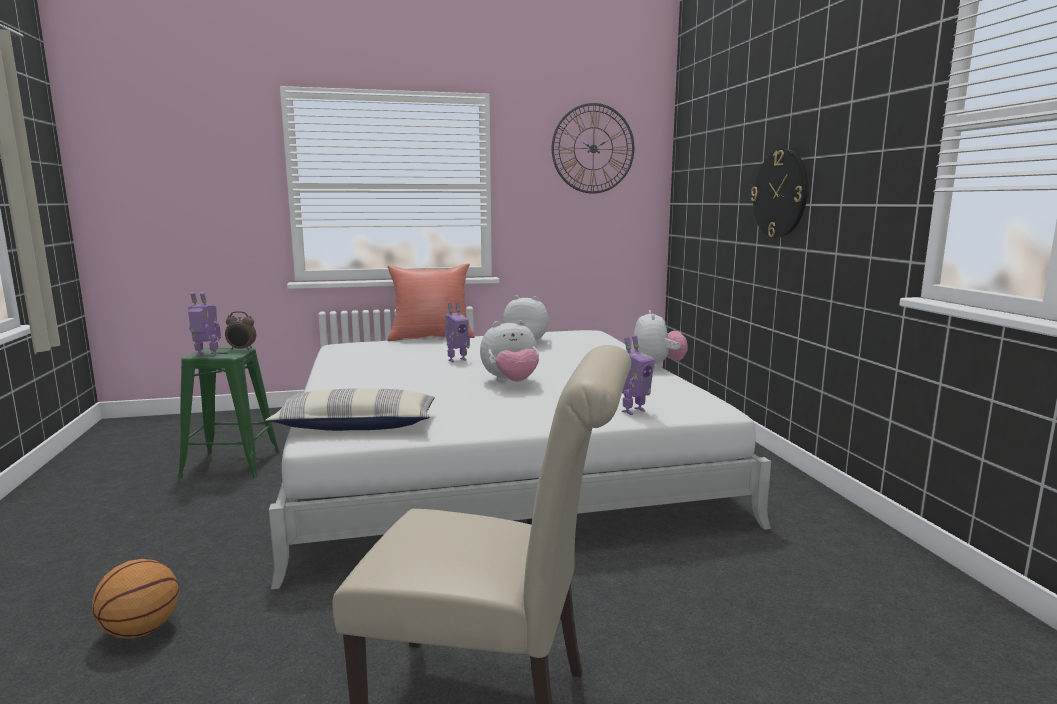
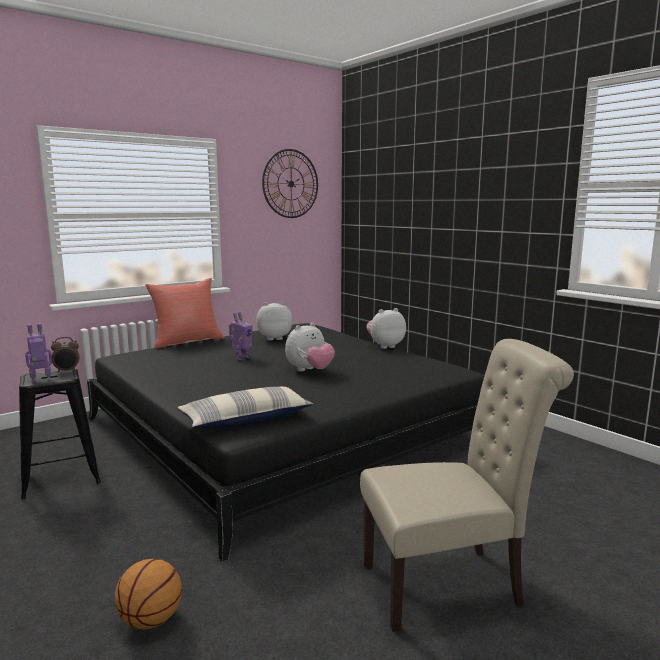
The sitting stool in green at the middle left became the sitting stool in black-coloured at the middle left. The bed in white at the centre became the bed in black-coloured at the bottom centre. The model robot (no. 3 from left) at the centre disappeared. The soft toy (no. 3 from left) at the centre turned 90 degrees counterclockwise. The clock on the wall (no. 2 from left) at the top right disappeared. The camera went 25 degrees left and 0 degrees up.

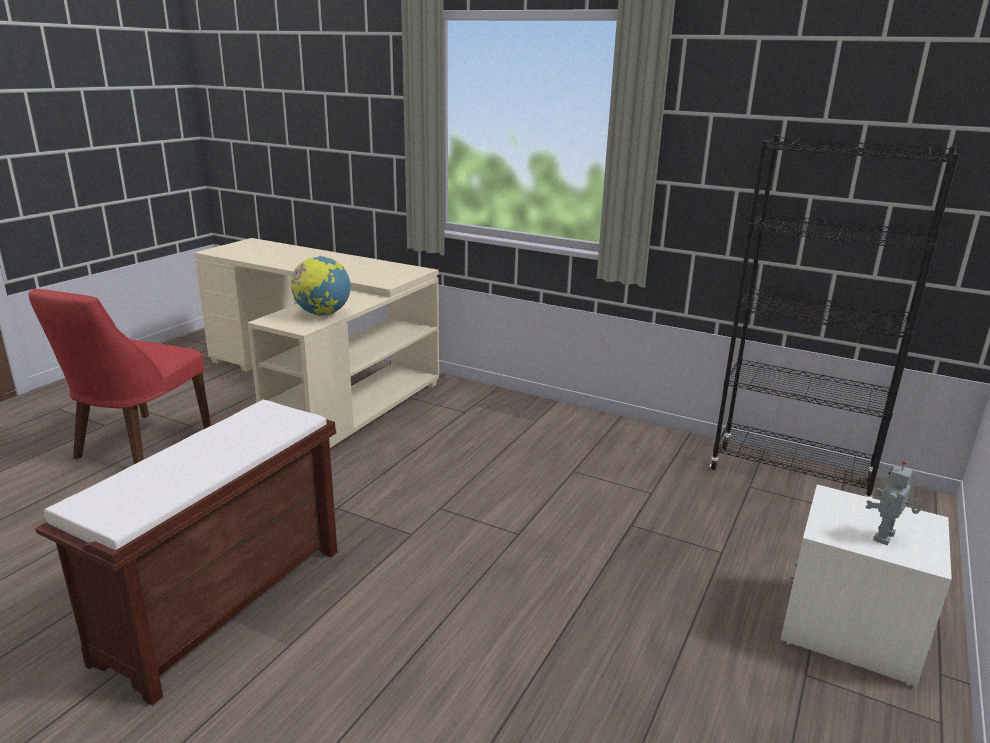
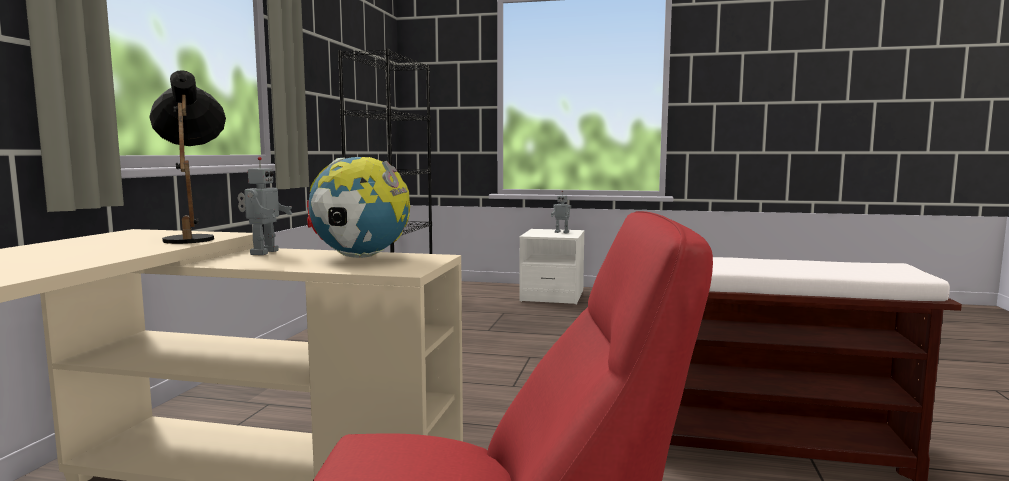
The tabletop lamp in black-coloured at the top left appeared. The model robot (no. 1 from left) at the middle left appeared. The camera went 105 degrees left and 15 degrees down.

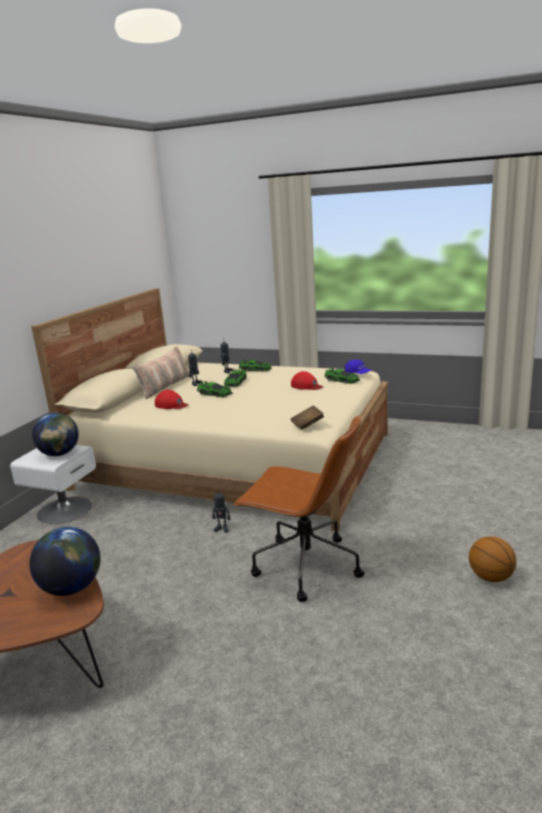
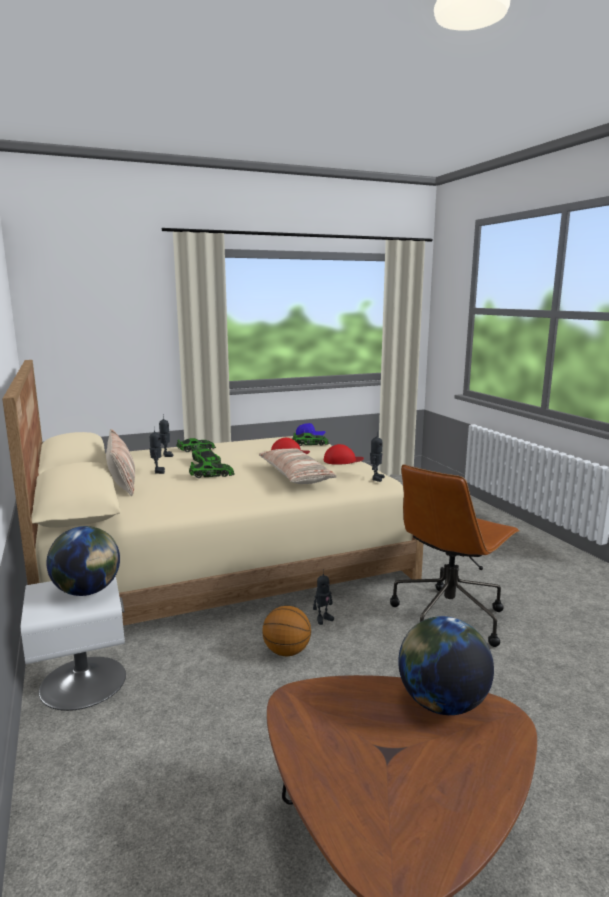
The peaked cap in reddish (no. 1 from left in the first image) moved from the middle left to the centre. The desk chair in brown-coloured at the centre turned 150 degrees clockwise. The bound book in brown-coloured at the centre was replaced by the model robot (no. 4 from left) at the centre. The basketball ball moved from the bottom right to the bottom centre. The cushion (no. 2 from left) at the centre appeared. The camera went 45 degrees left and 5 degrees down.

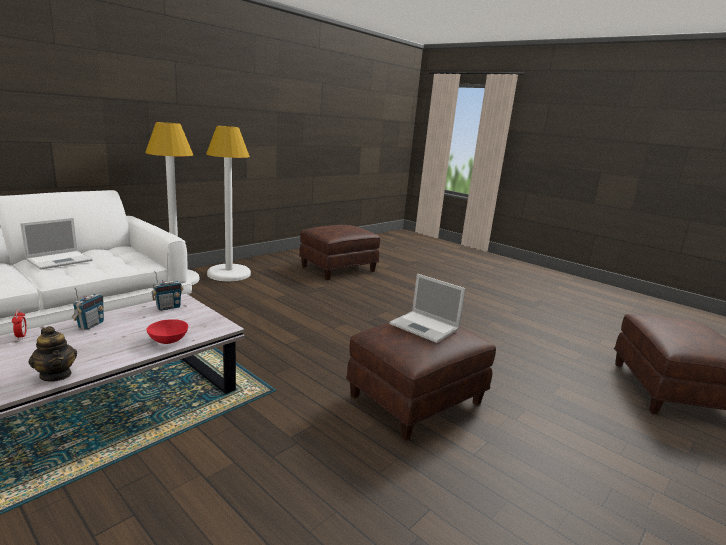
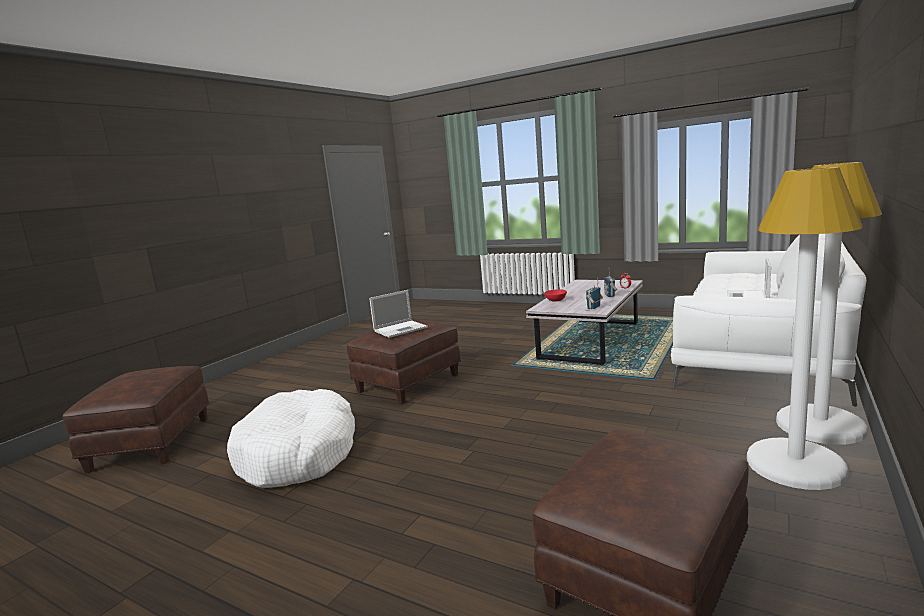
The pot for tea at the middle left disappeared. The notebook computer (no. 2 from left in the first image) at the centre turned 120 degrees clockwise. The dog bed in white at the bottom left appeared. The camera went 170 degrees right and 5 degrees down.

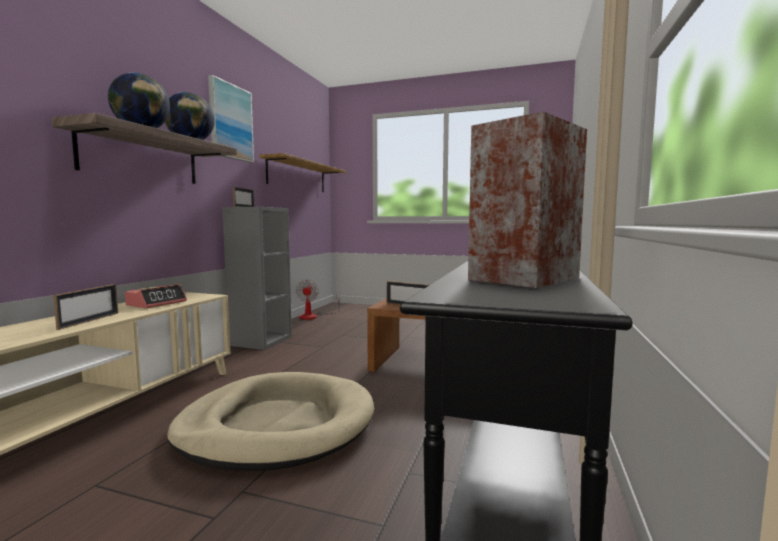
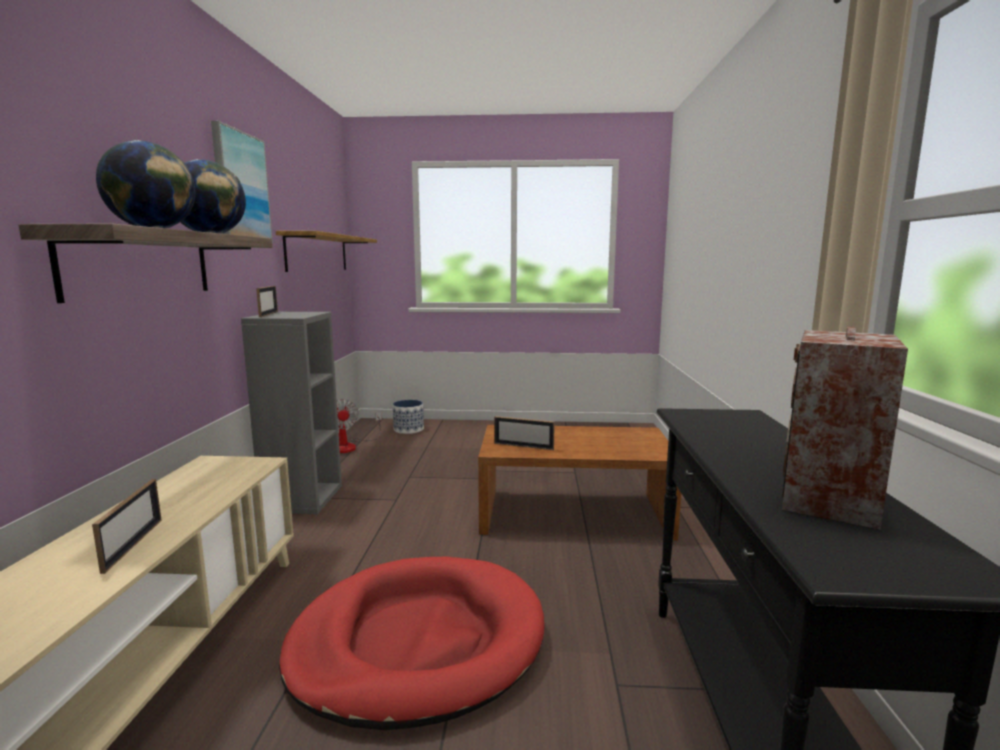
The bedside clock at the middle left disappeared. The dog bed in beige-coloured at the bottom centre became the dog bed in reddish at the bottom centre. The planter at the centre appeared. The camera went 15 degrees left and 5 degrees up.

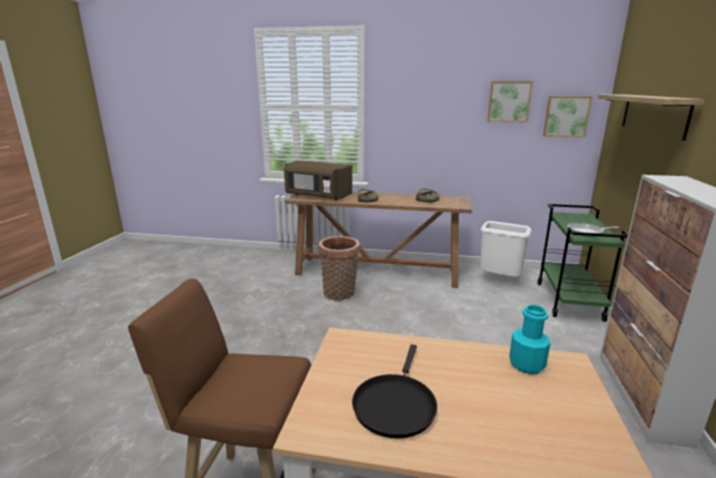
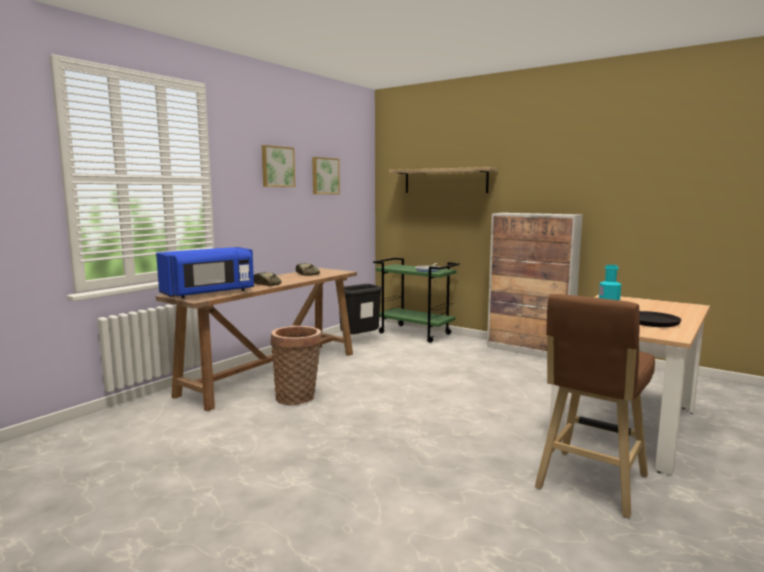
The microwave in brown-coloured at the centre became the microwave in bluish at the middle left. The waste bin in white at the middle right became the waste bin in black-coloured at the centre. The wall picture (no. 2 from left in the first image) moved from the top right to the top centre. The camera went 65 degrees left and 10 degrees down.

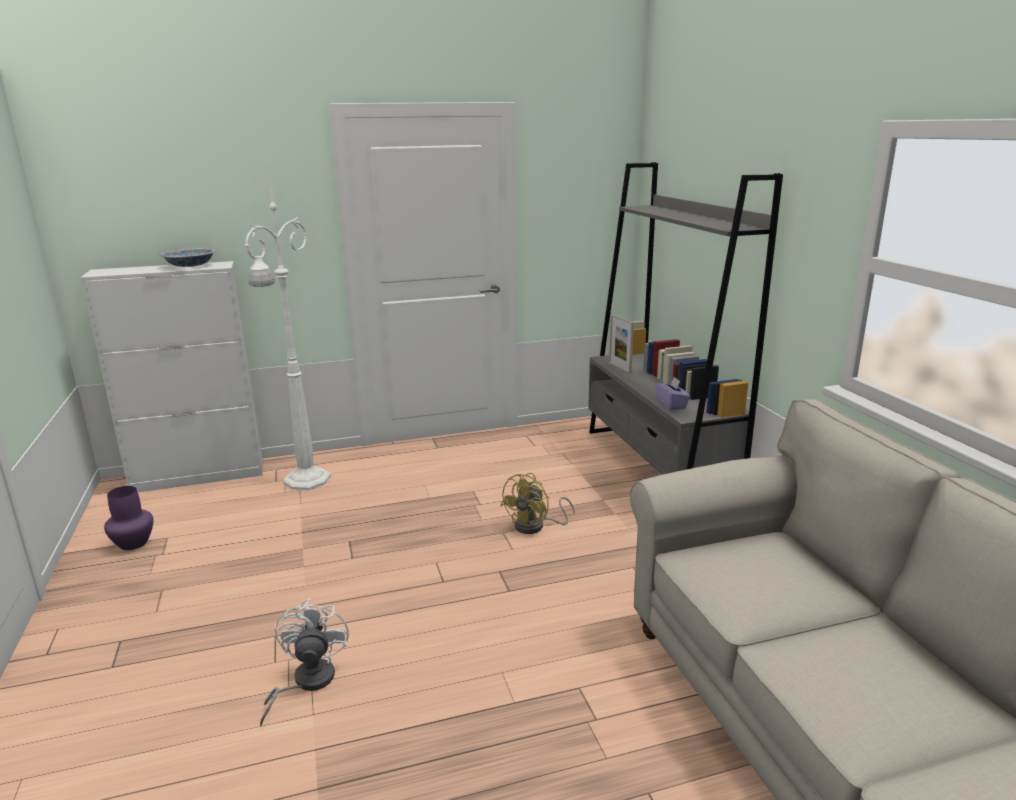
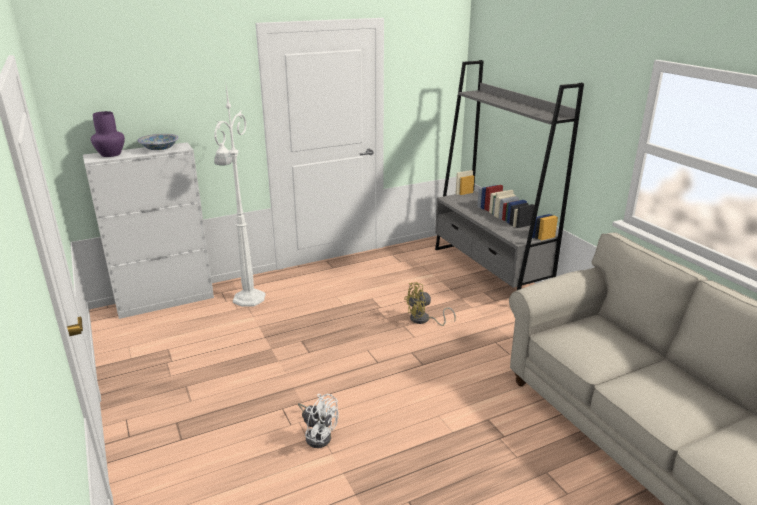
The decorative vase in purplish moved from the middle left to the top left. The electric fan in white at the bottom left turned 135 degrees clockwise. The electric fan in yellow-coloured at the centre turned 45 degrees clockwise. The picture frame at the centre disappeared. The box of tissues in purplish at the centre disappeared. The camera went 10 degrees left and 5 degrees up.

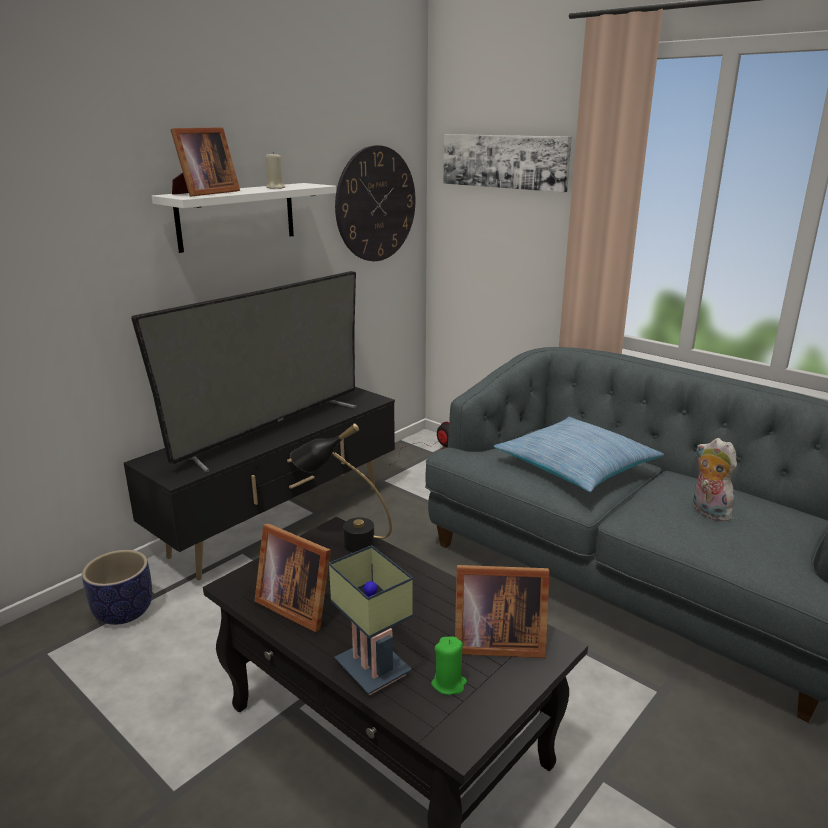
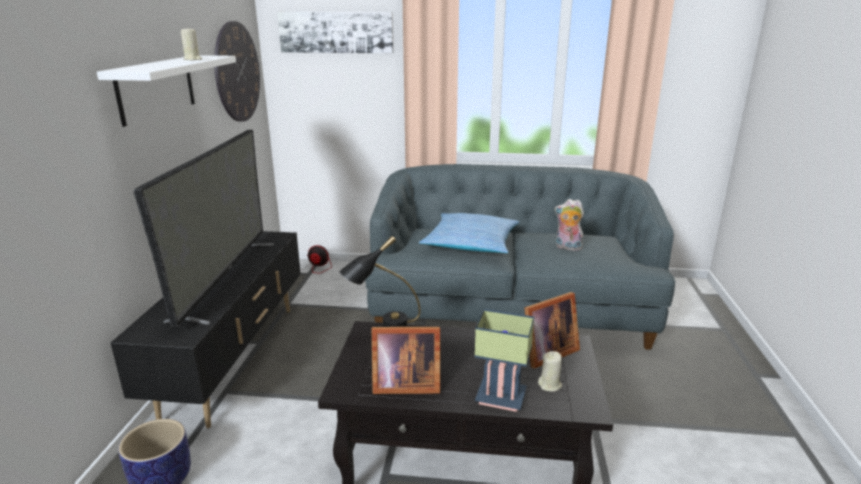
The picture frame (no. 1 from left) at the top left disappeared. The wax candle in green at the bottom centre became the wax candle in beige-coloured (no. 2 from left) at the bottom centre. The camera went 35 degrees left and 0 degrees up.

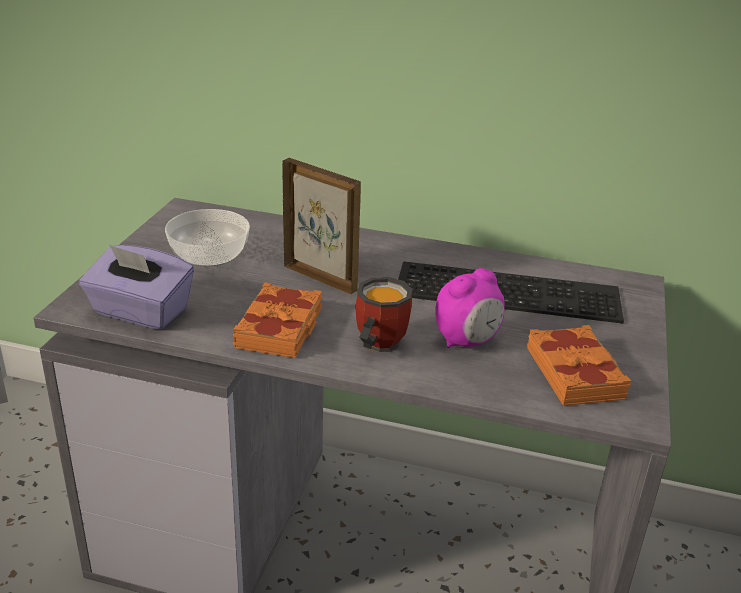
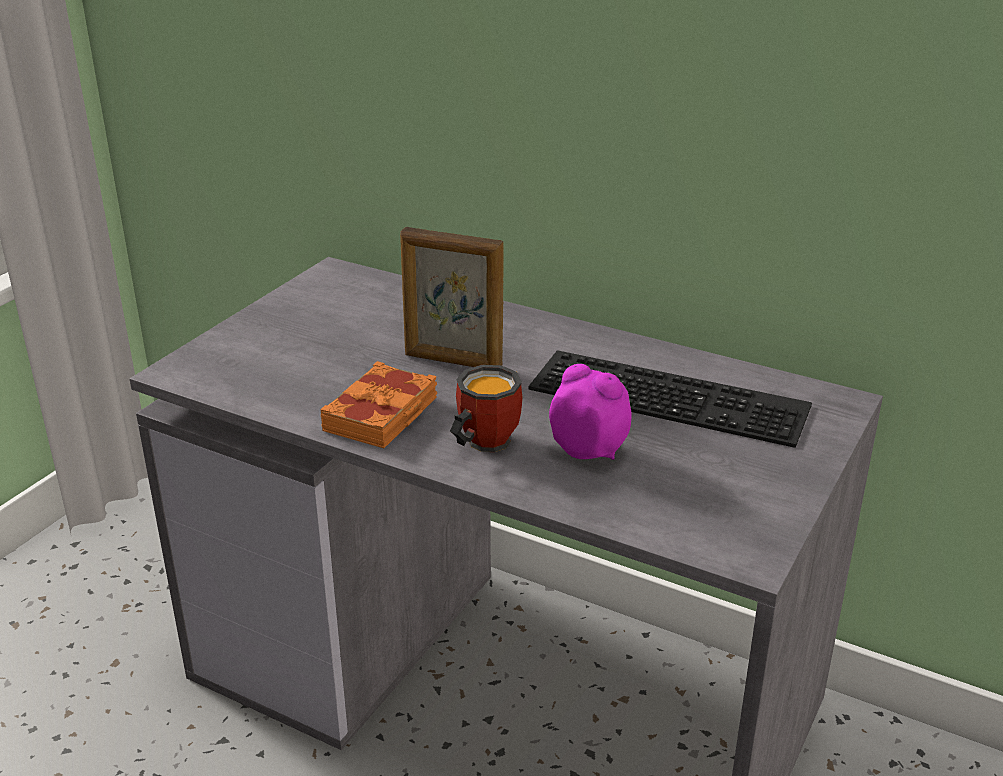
The box of tissues in purplish at the middle left disappeared. The deep dish at the middle left disappeared. The picture frame at the centre turned 150 degrees clockwise. The bedside clock at the centre turned 120 degrees counterclockwise. The bound book in orangey (no. 2 from left) at the middle right disappeared. The camera went 15 degrees right and 0 degrees up.

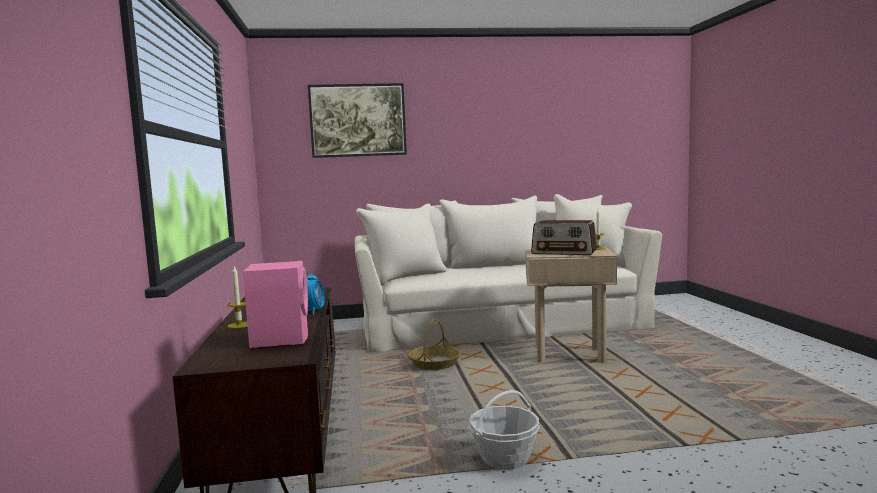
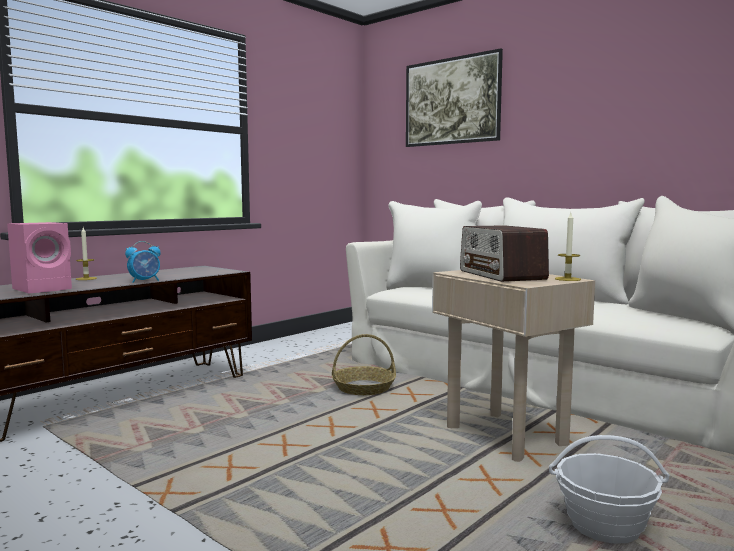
The household basket (no. 2 from left) moved from the bottom centre to the bottom right. The camera went 50 degrees right and 0 degrees up.

